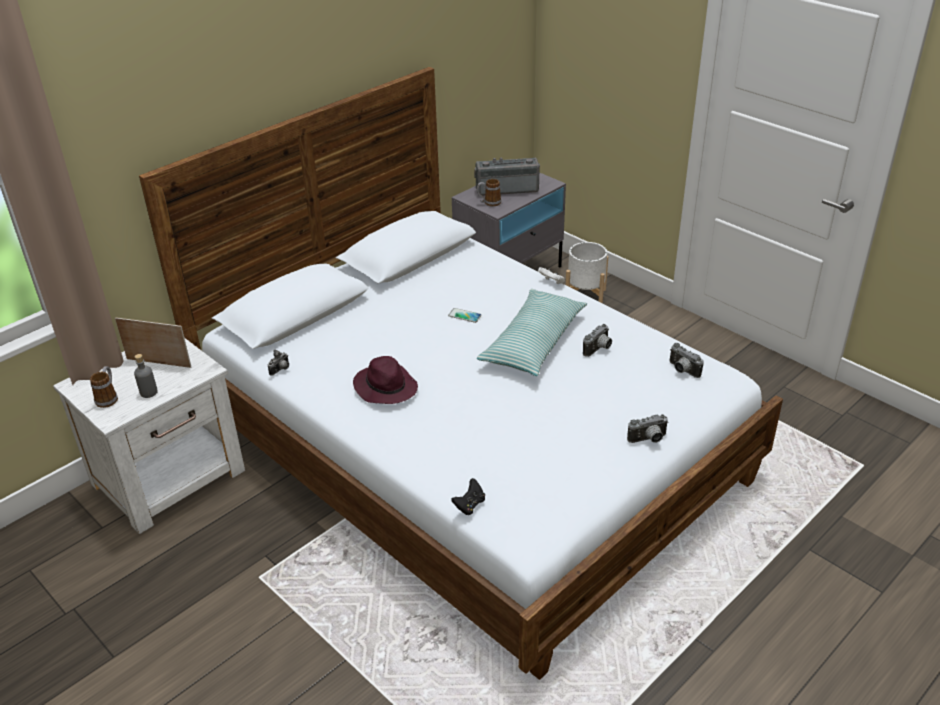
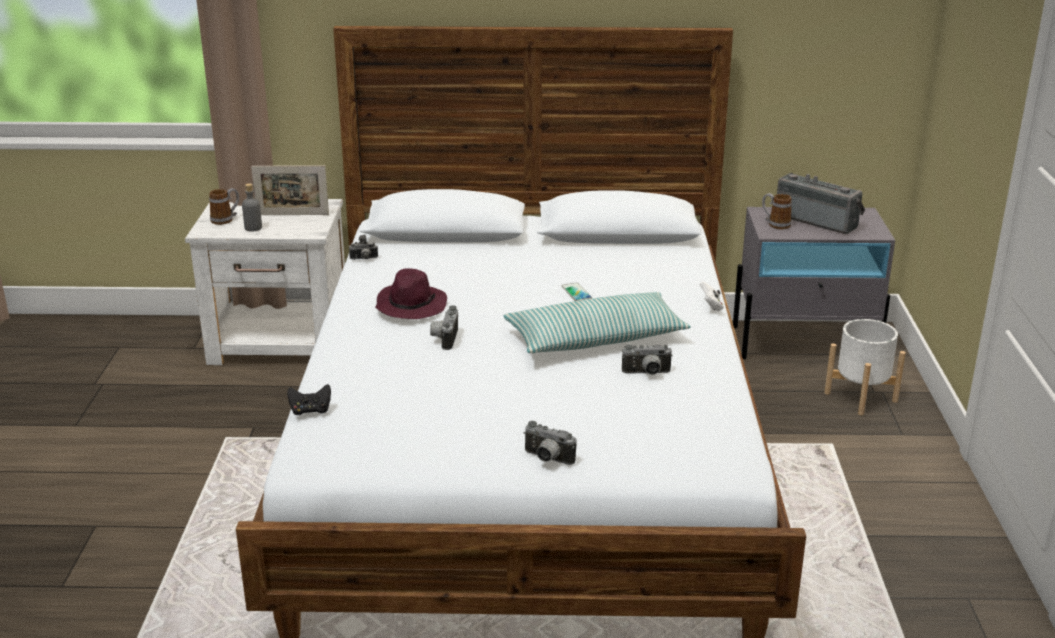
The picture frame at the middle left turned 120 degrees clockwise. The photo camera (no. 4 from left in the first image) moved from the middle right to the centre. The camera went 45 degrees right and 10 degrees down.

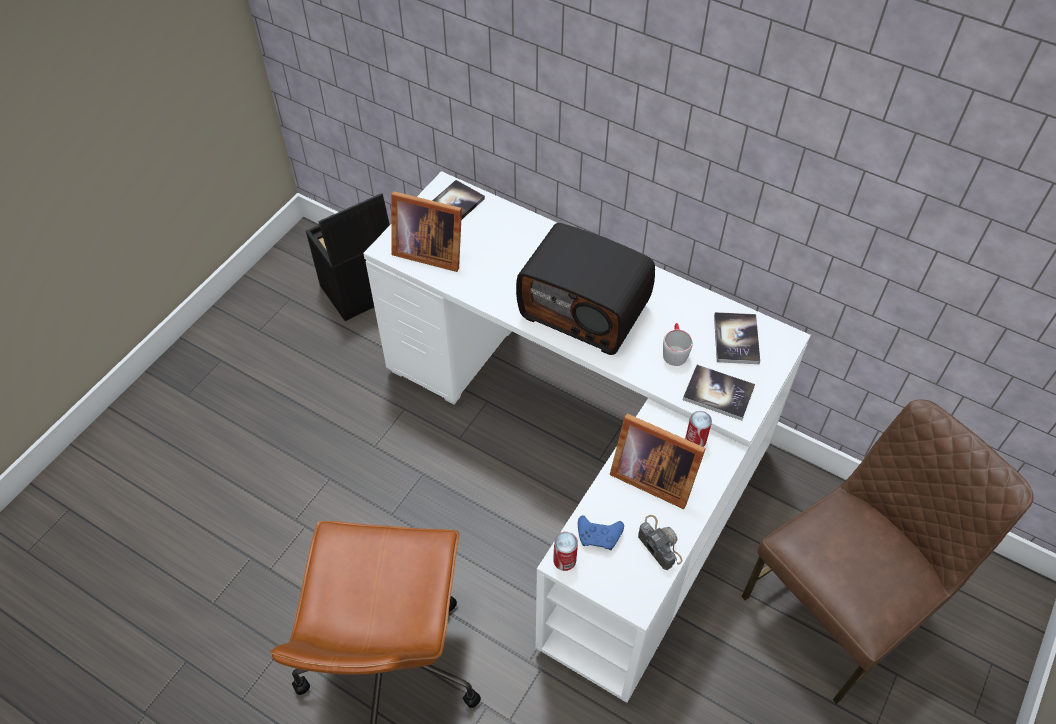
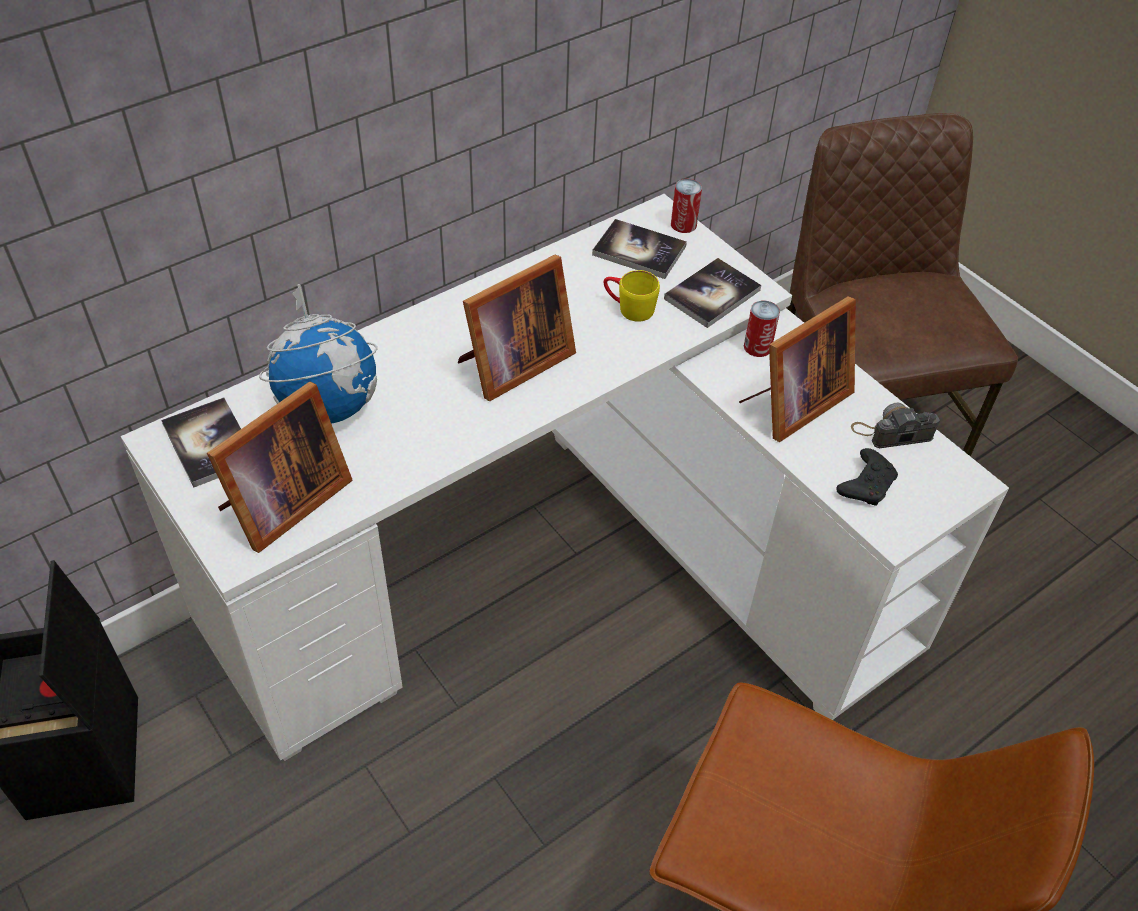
The radio at the centre was replaced by the picture frame (no. 2 from left) at the centre. The metal can (no. 1 from left) moved from the bottom centre to the top centre. The gamepad in bluish at the bottom centre became the gamepad in black-coloured at the middle right. The tea mug in gray at the centre became the tea mug in yellow-coloured at the top centre. The globe at the middle left appeared. The camera went 70 degrees left and 5 degrees down.

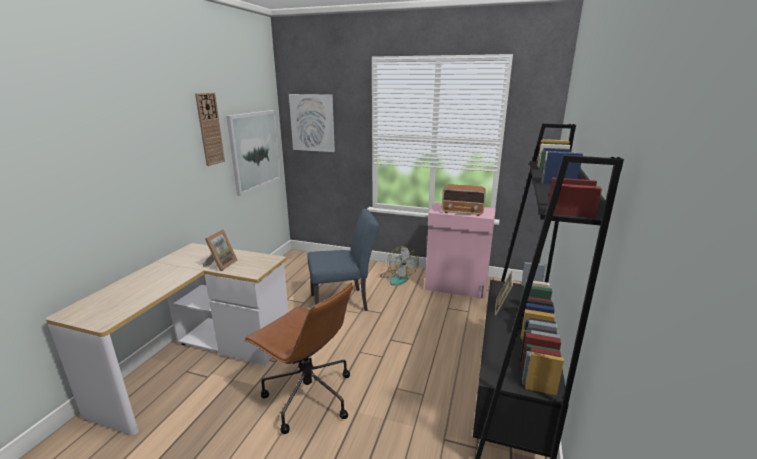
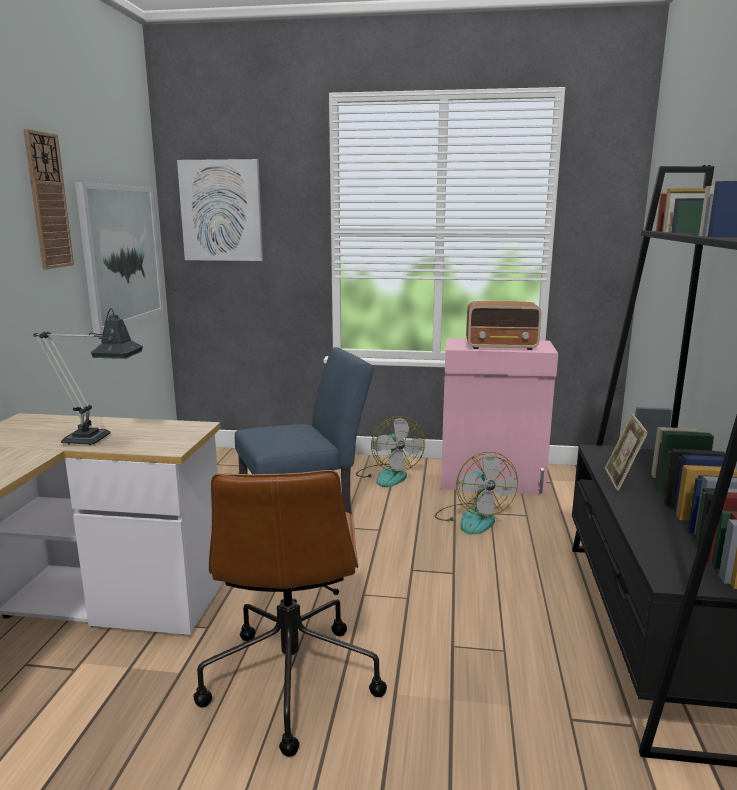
The picture frame (no. 1 from left) at the middle left was replaced by the tabletop lamp at the middle left. The desk chair in brown-coloured at the bottom centre turned 60 degrees clockwise. The electric fan (no. 2 from left) at the centre appeared. The camera went 10 degrees left and 5 degrees down.

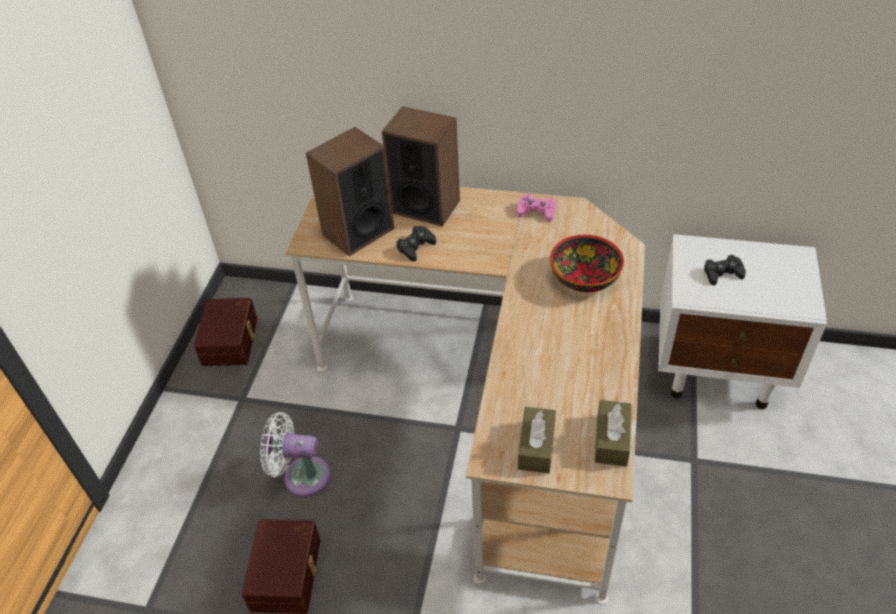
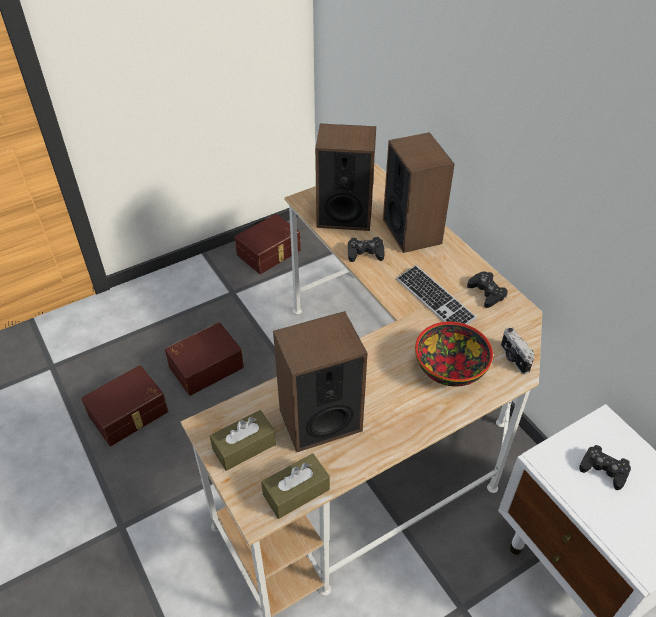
The electric fan in white at the bottom left was replaced by the storage box in brown-coloured (no. 2 from left) at the middle left. The gamepad in pink at the centre became the gamepad in black-coloured (no. 2 from left) at the middle right. The loudspeaker (no. 1 from left) at the centre appeared. The computer keyboard at the centre appeared. The photo camera at the middle right appeared. The camera went 45 degrees right and 0 degrees up.

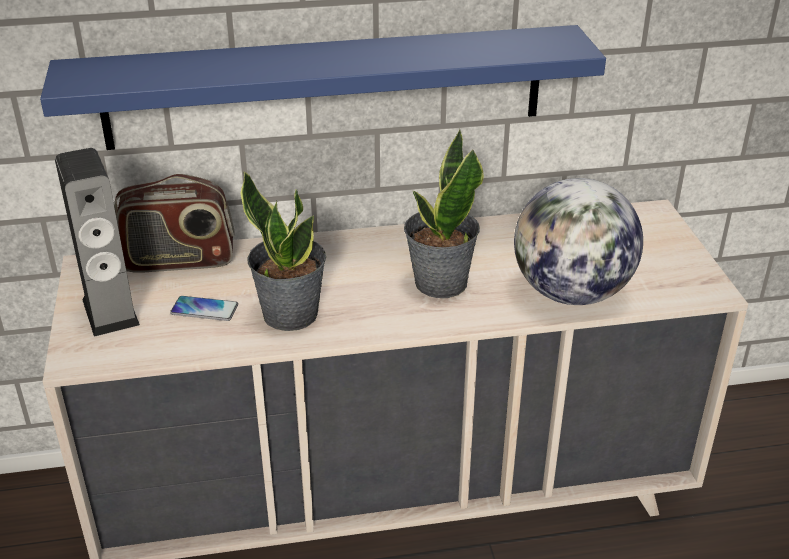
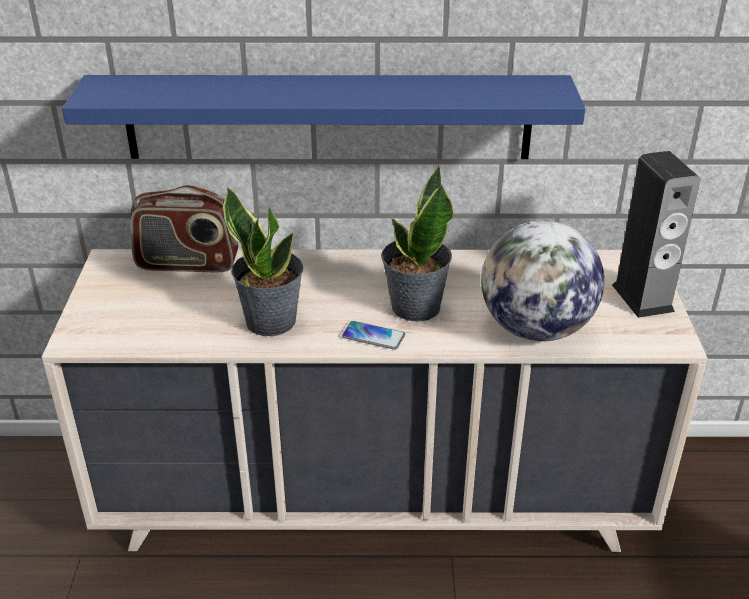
The loudspeaker moved from the middle left to the middle right. The telephone moved from the middle left to the centre. The camera went 10 degrees right and 0 degrees up.

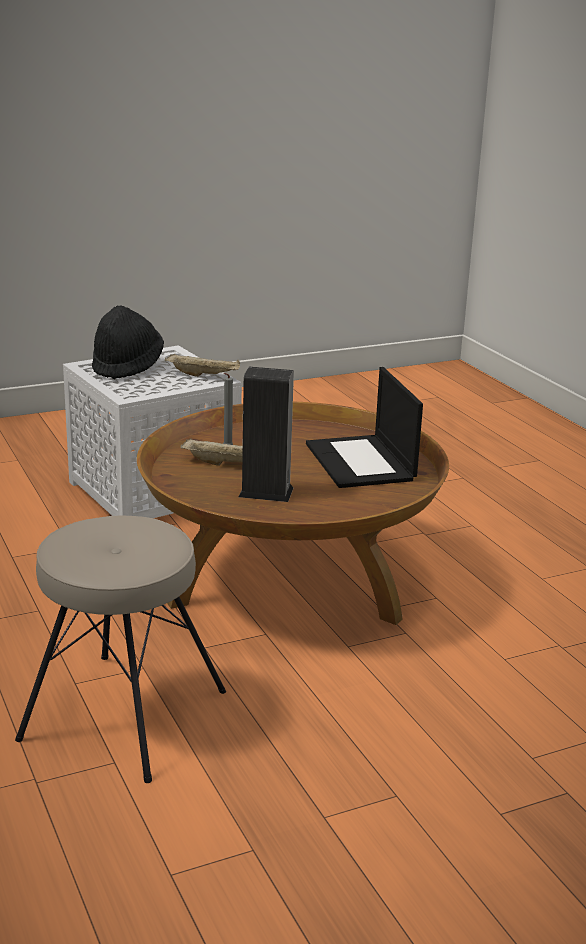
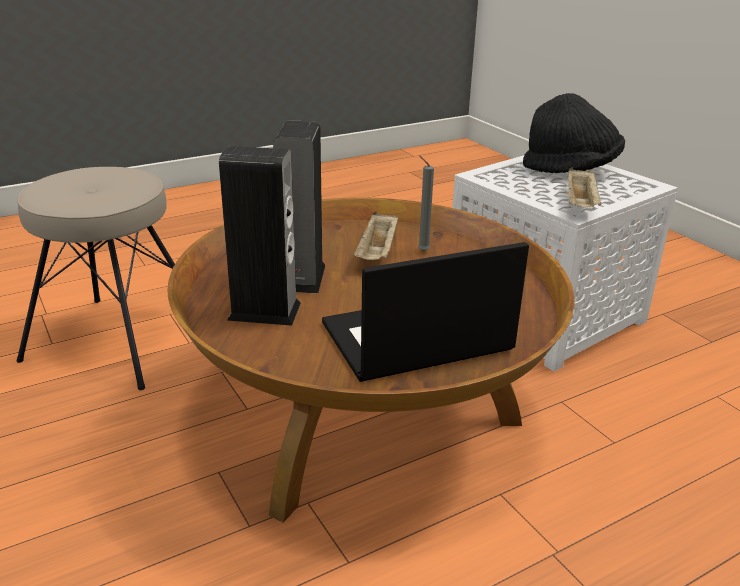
The loudspeaker (no. 1 from left) at the centre appeared. The camera went 85 degrees right and 5 degrees up.

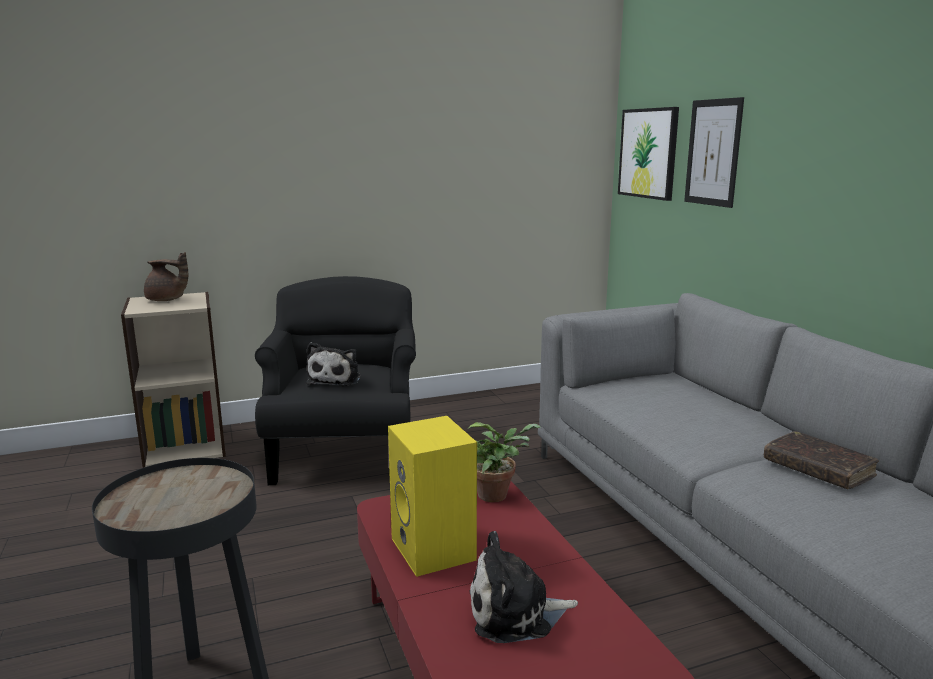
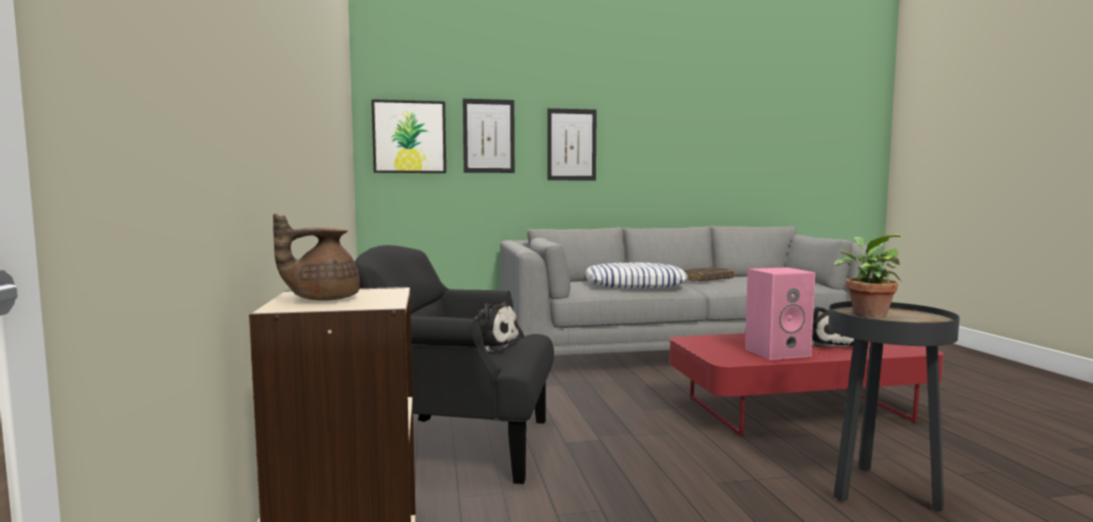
The pot for tea in brown-coloured at the middle left turned 150 degrees counterclockwise. The loudspeaker in yellow-coloured at the bottom centre became the loudspeaker in pink at the middle right. The potted plant moved from the bottom centre to the middle right. The wall picture (no. 3 from left) at the top centre appeared. The cushion at the centre appeared. The camera went 80 degrees left and 10 degrees down.

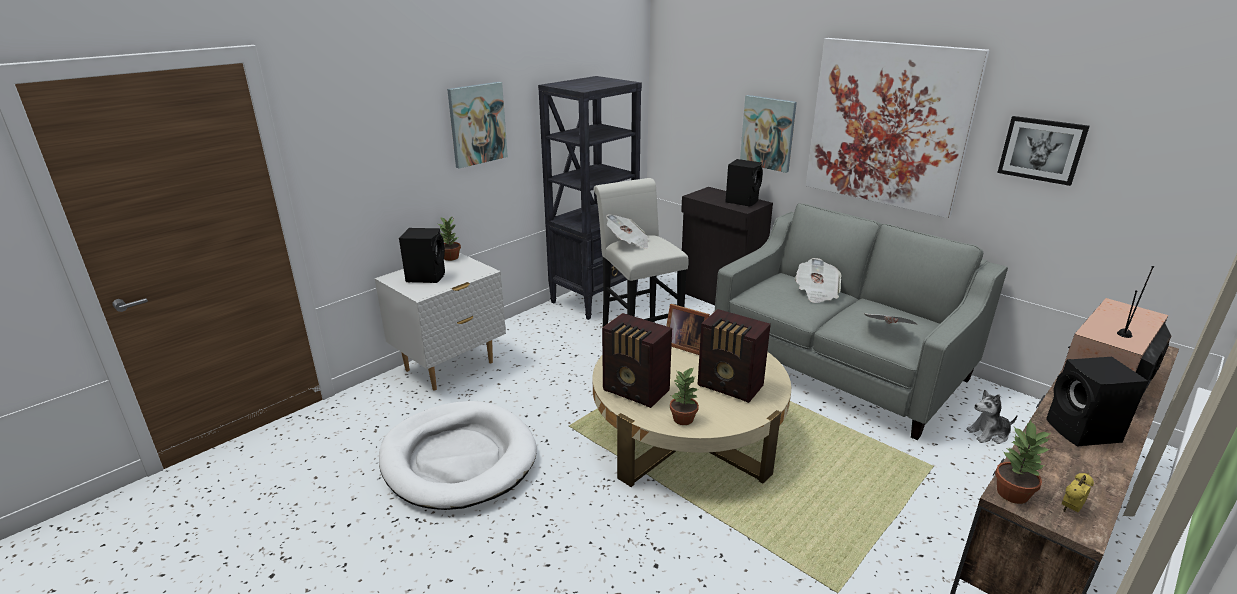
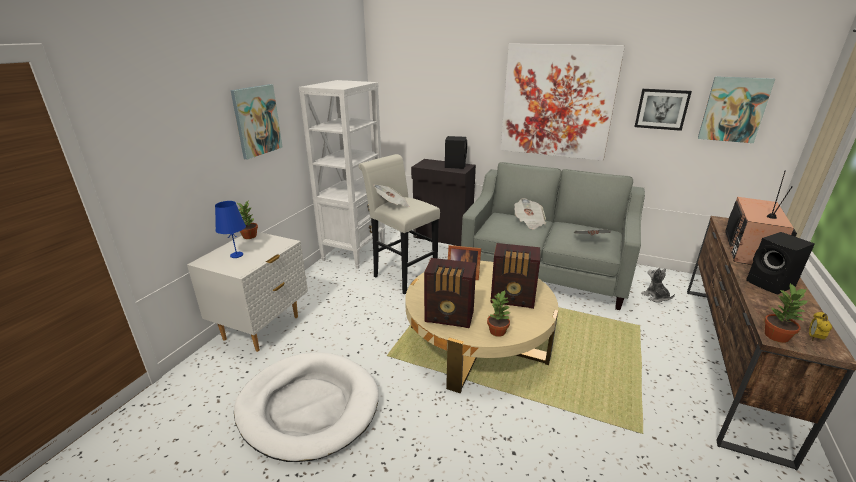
The loudspeaker in black-coloured (no. 1 from left) at the centre was replaced by the tabletop lamp in bluish at the middle left. The bookcase in black-coloured at the centre became the bookcase in white at the centre. The wall picture (no. 2 from left in the first image) moved from the top centre to the top right. The soft toy at the bottom right turned 90 degrees clockwise. The camera went 20 degrees left and 0 degrees up.

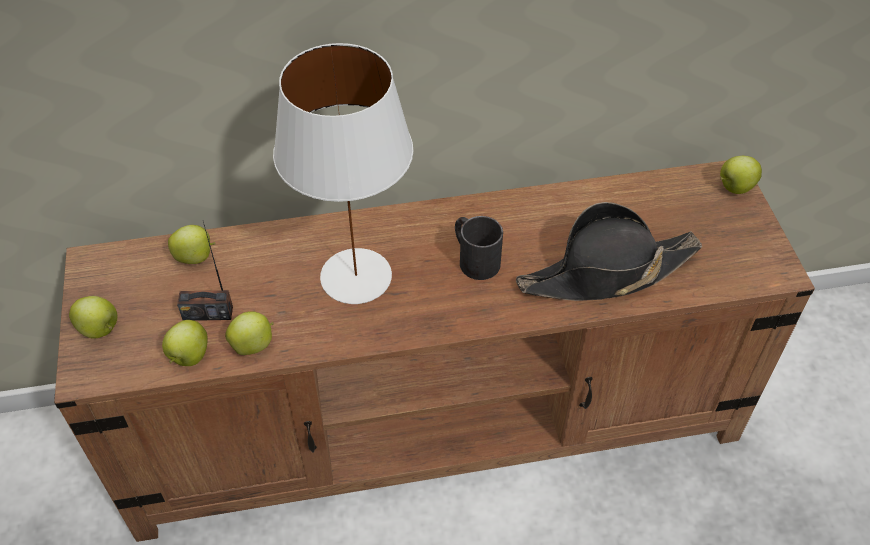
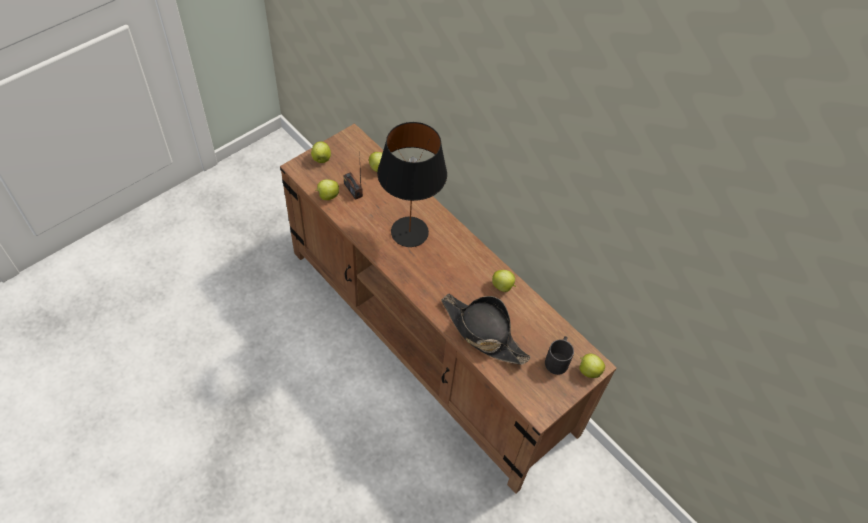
The whole apple (no. 4 from left) moved from the middle left to the centre. The tabletop lamp in white at the top centre became the tabletop lamp in black-coloured at the centre. The tea mug in black-coloured moved from the centre to the bottom centre. The camera went 55 degrees right and 5 degrees up.

